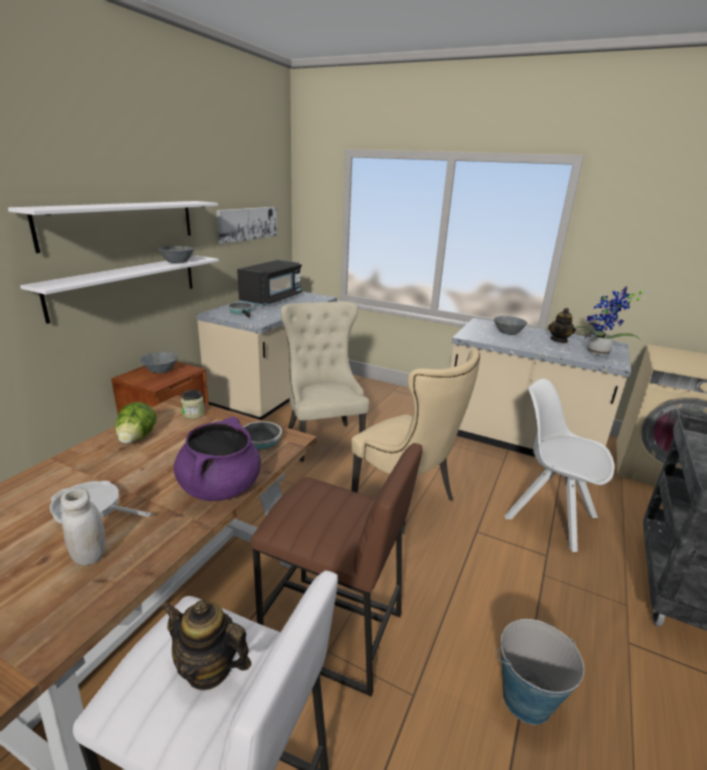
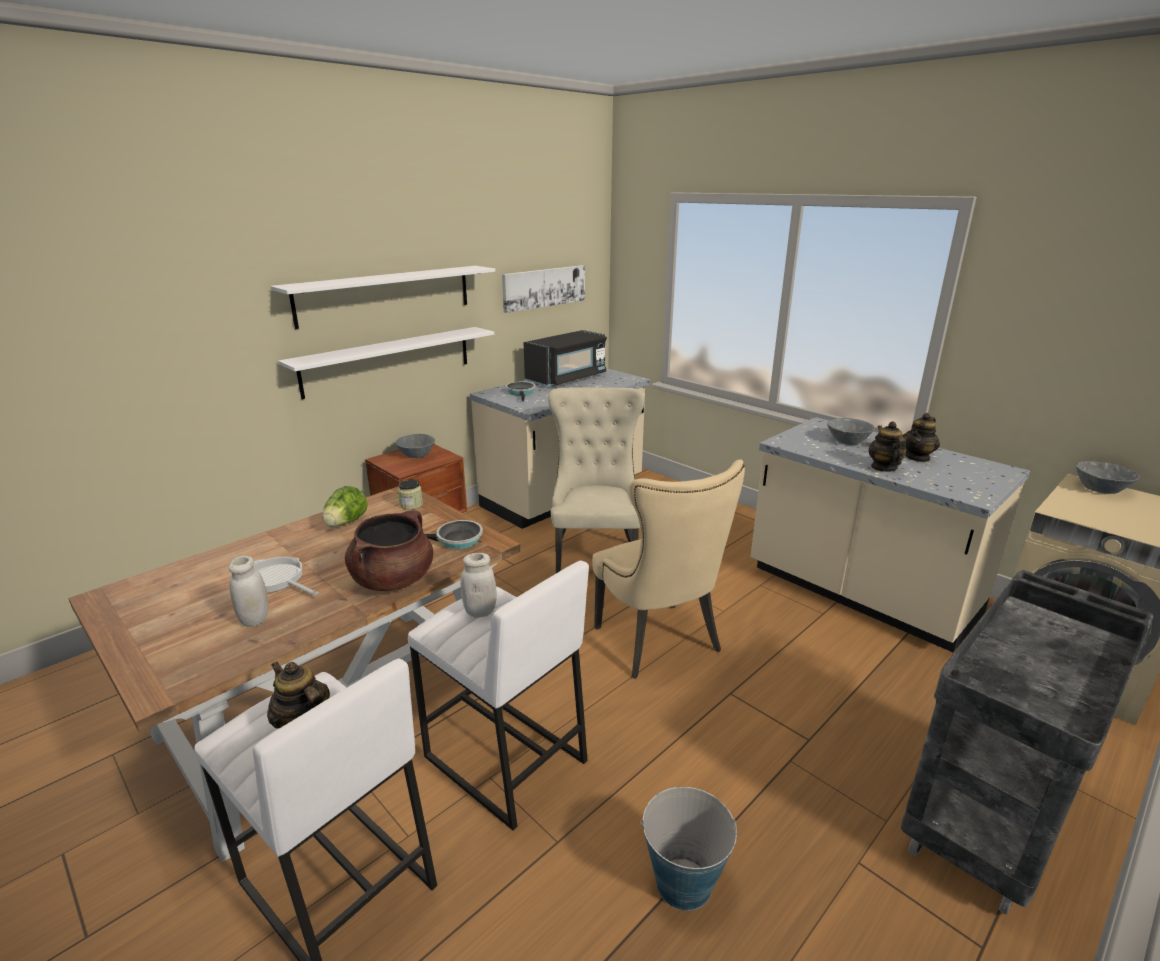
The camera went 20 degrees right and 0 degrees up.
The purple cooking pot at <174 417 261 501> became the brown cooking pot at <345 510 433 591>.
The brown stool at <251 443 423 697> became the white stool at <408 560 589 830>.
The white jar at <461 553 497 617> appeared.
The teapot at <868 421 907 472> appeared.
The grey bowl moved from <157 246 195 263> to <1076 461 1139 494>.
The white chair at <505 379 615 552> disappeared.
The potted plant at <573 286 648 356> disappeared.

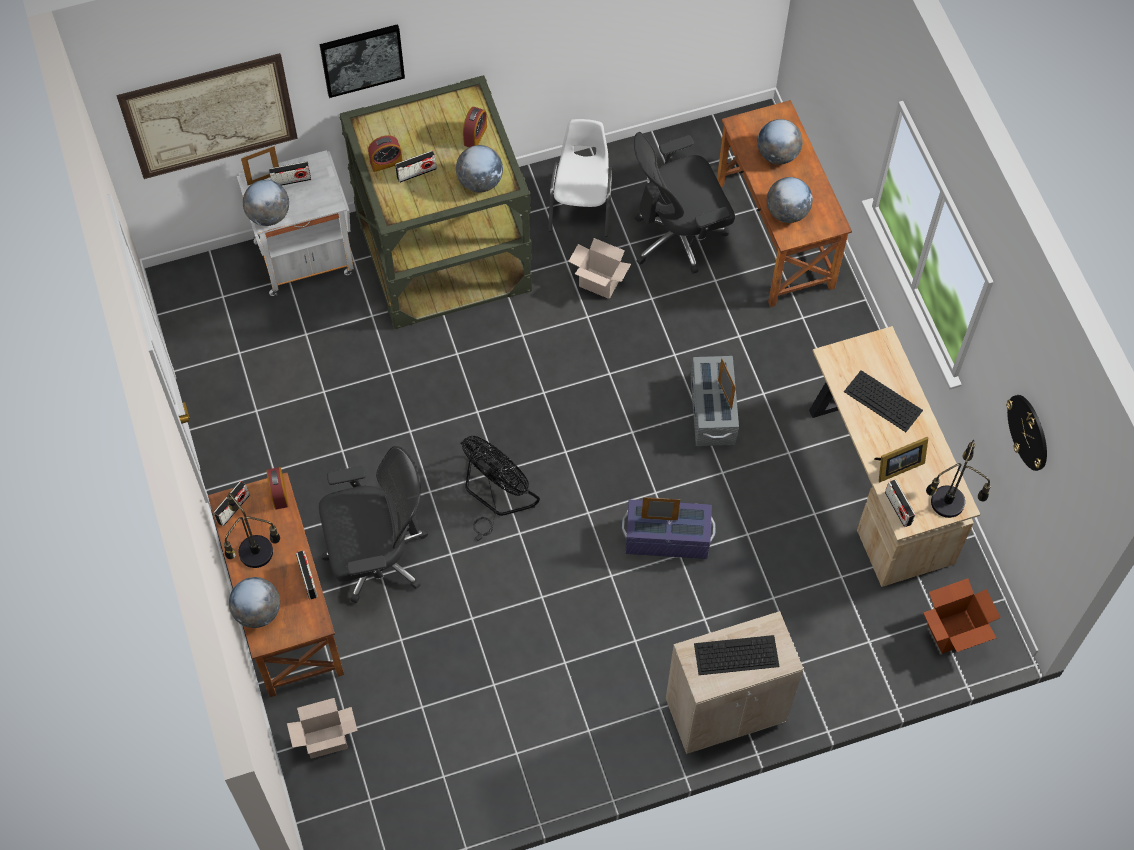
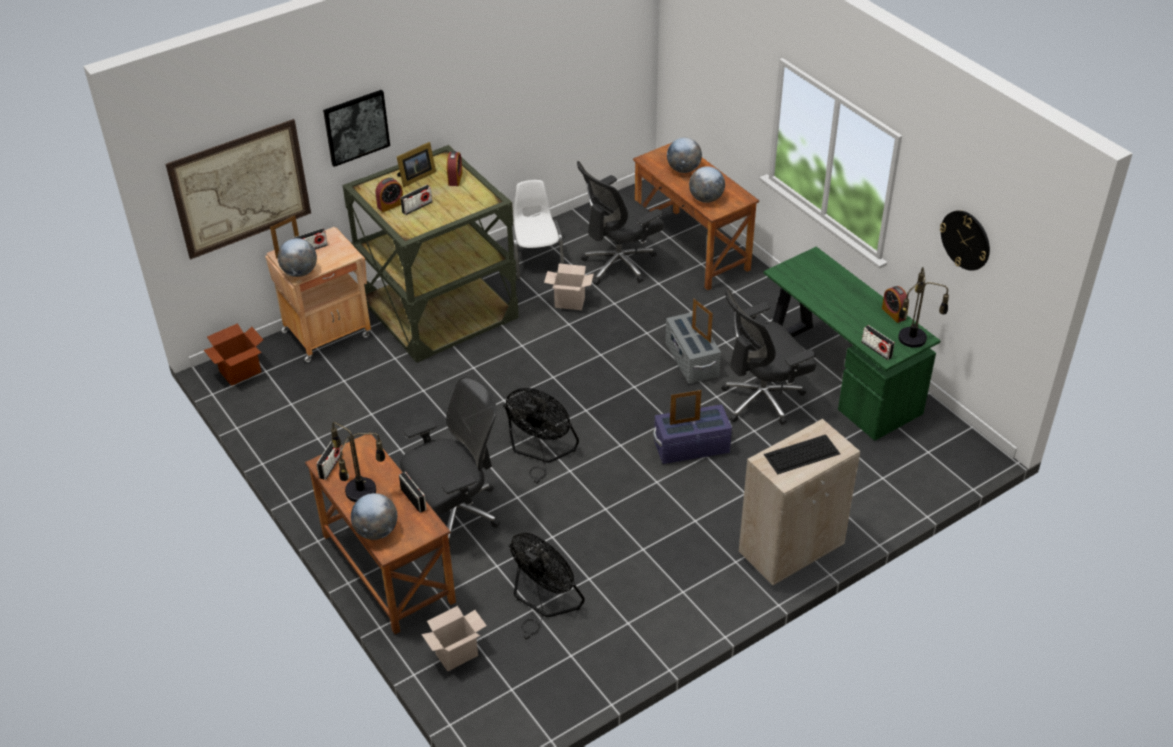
The camera went 15 degrees left and 20 degrees down.
The cardboard box moved from <923 578 1001 654> to <204 323 263 386>.
The white cart at <237 150 354 296> became the brown cart at <265 227 371 362>.
The picture frame moved from <874 437 928 482> to <397 142 436 187>.
The black fan at <508 533 585 639> appeared.
The office chair at <721 288 816 425> appeared.
The beige desk at <809 326 980 587> became the green desk at <764 247 941 441>.
The alarm clock moved from <267 467 289 509> to <882 286 909 323>.
The globe at <456 145 503 193> disappeared.
The keyboard at <844 370 923 432> disappeared.

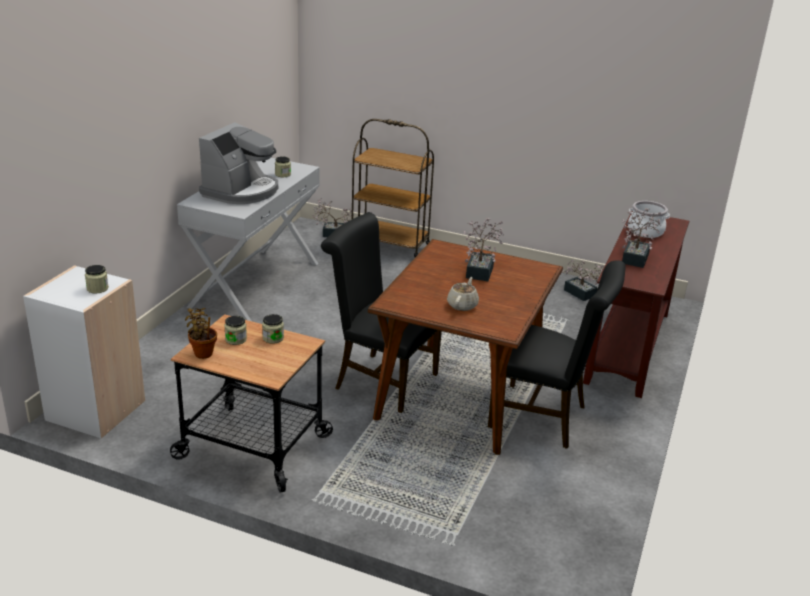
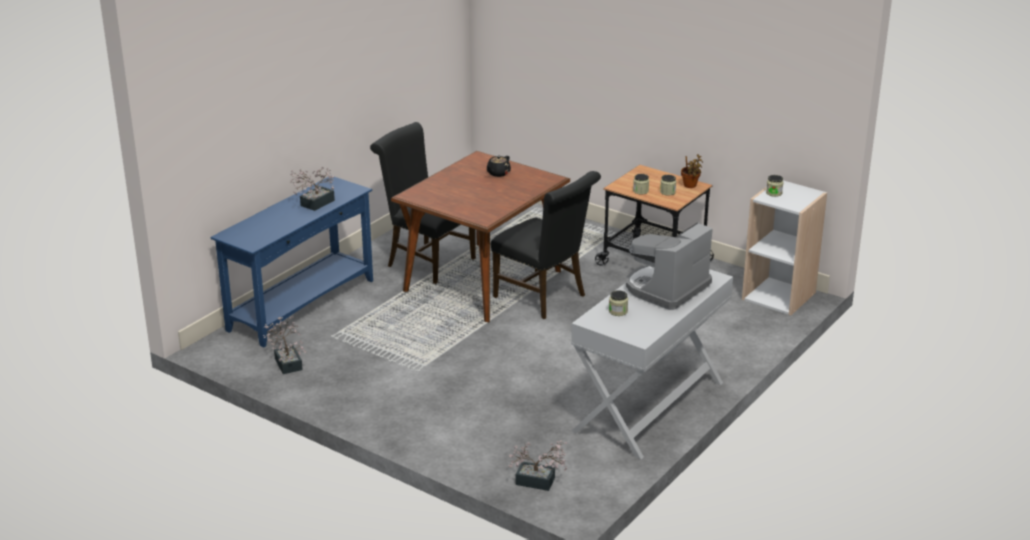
The camera went 165 degrees left and 0 degrees up.
The brown console table at <583 211 689 398> became the blue console table at <210 177 373 347>.
The beige teapot at <447 277 479 311> became the black teapot at <487 155 511 177>.
The brown cart at <352 119 434 257> disappeared.
The potted plant at <463 218 504 281> disappeared.
The cooking pot at <628 201 670 238> disappeared.

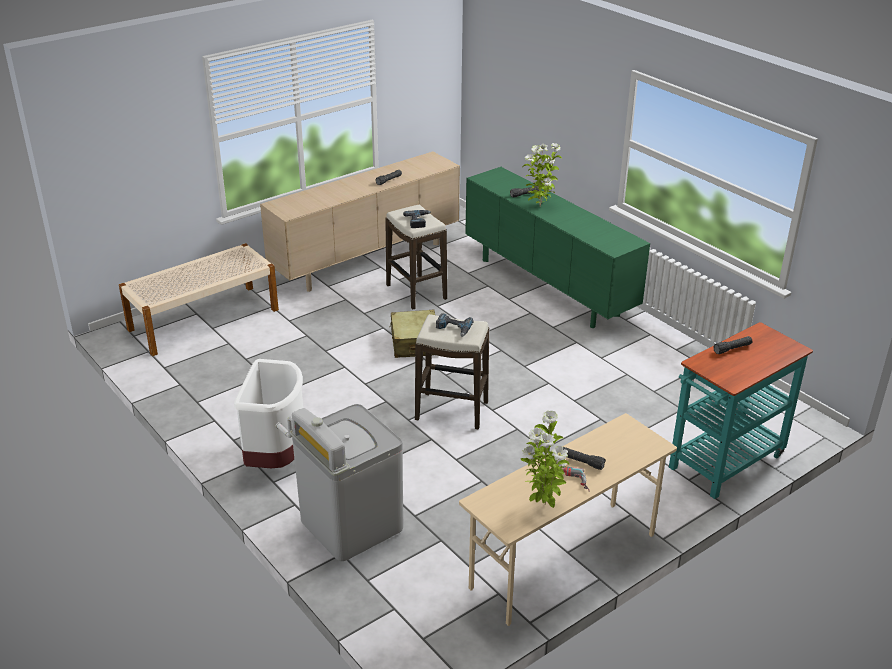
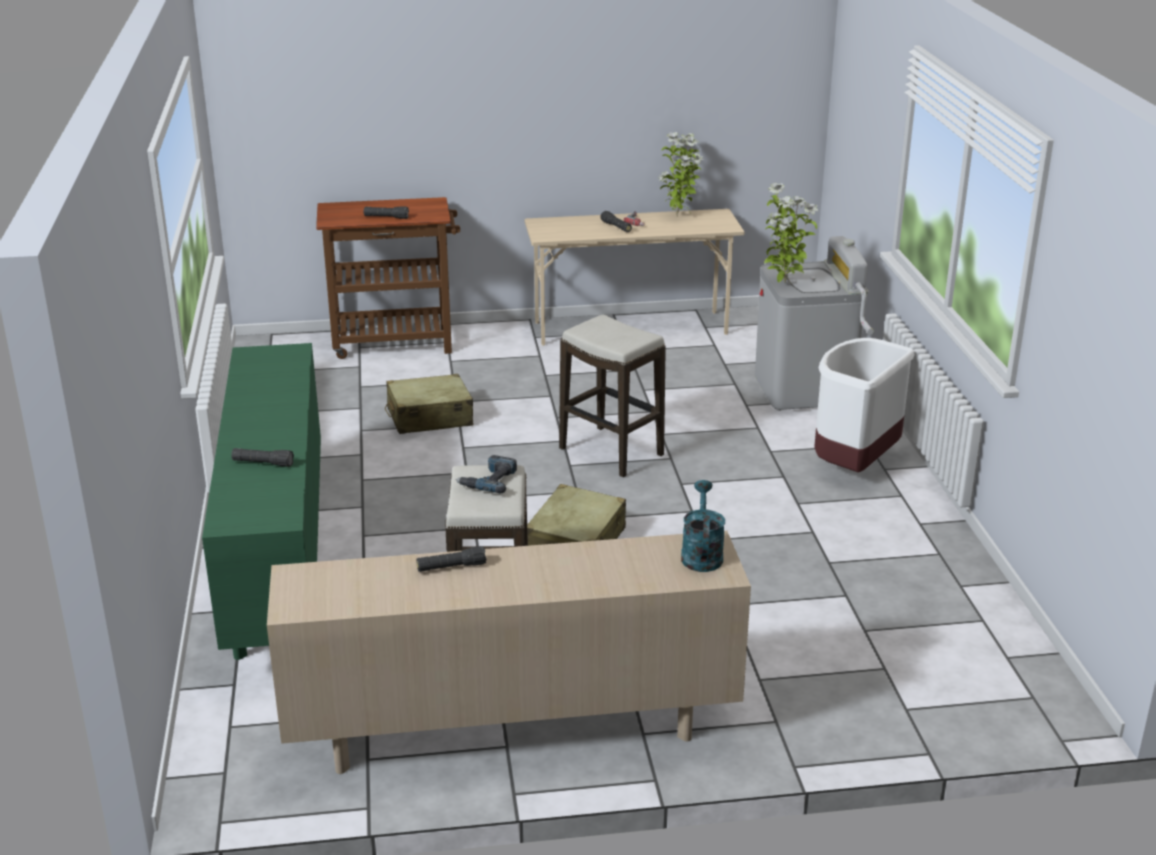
The camera went 150 degrees left and 5 degrees down.
The turquoise cart at <669 322 813 499> became the brown cart at <316 197 460 359>.
The beige suitcase at <385 374 473 434> appeared.
The turquoise watering can at <681 480 725 572> appeared.
The potted plant moved from <522 143 562 206> to <764 183 818 283>.
The beige bench at <119 243 279 357> disappeared.
The power drill at <436 313 474 337> disappeared.

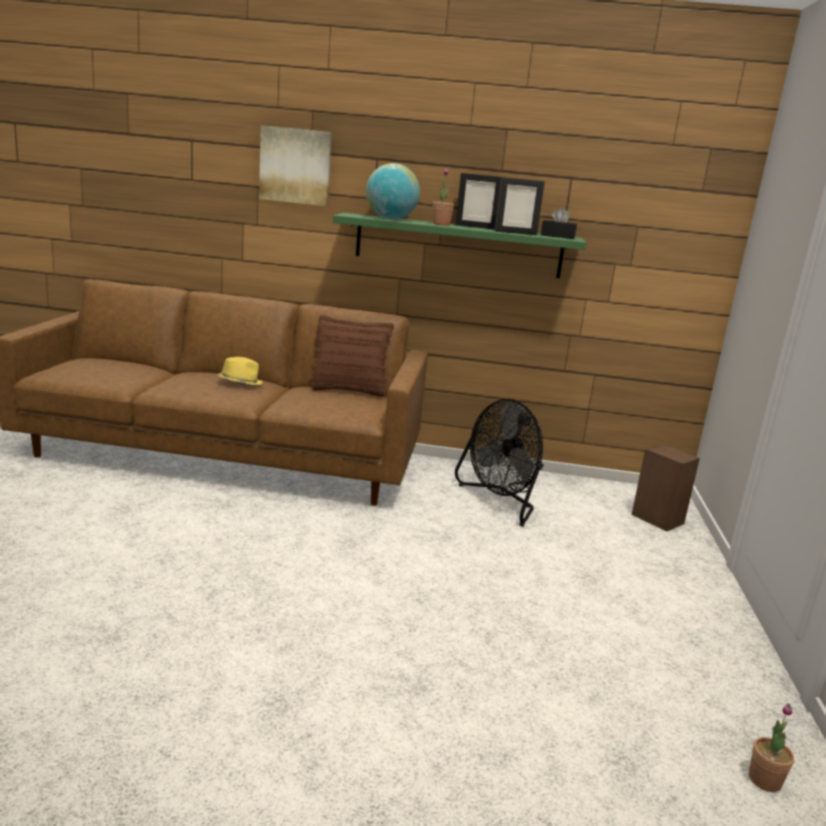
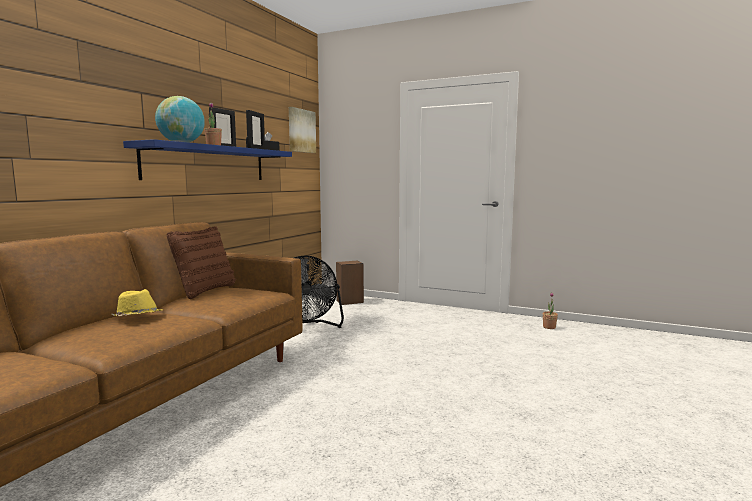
The camera went 70 degrees left and 10 degrees down.
The green shelf at <333 213 587 278> became the blue shelf at <123 139 292 180>.
The picture moved from <259 125 332 206> to <289 107 316 153>.

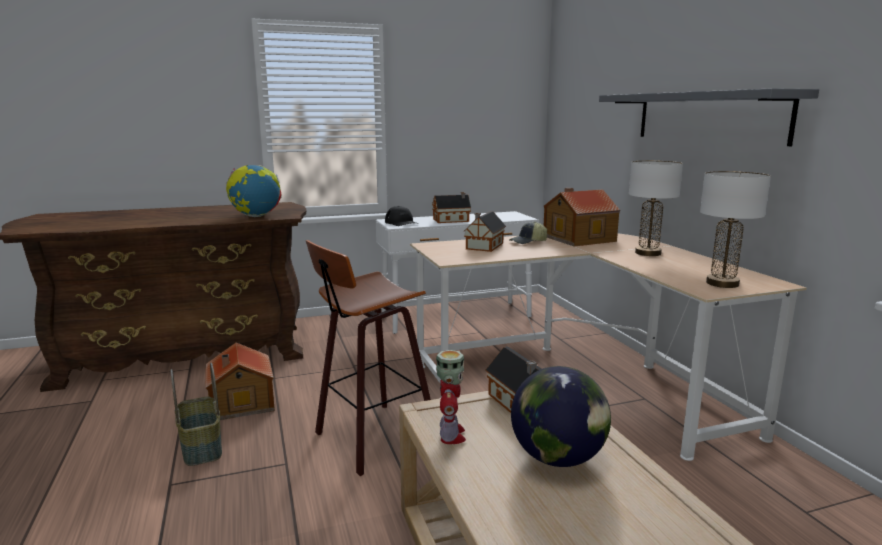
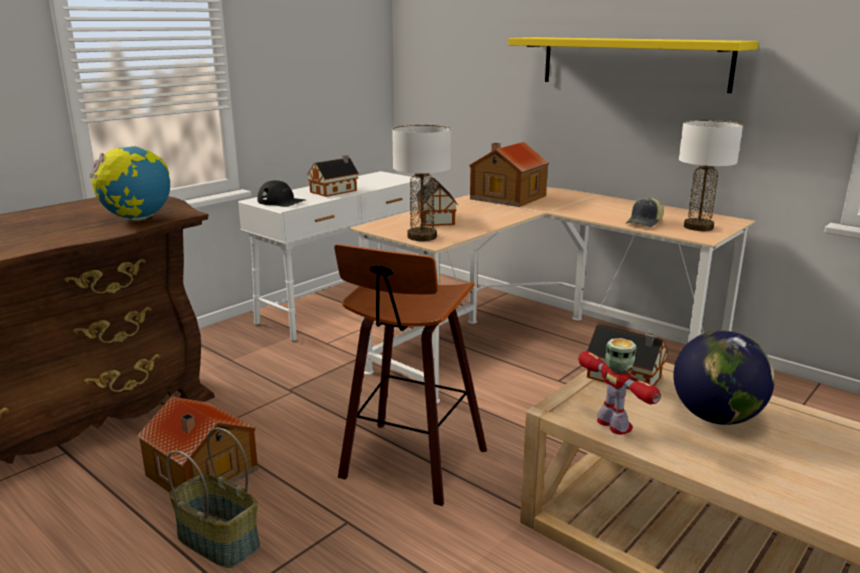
The camera went 30 degrees left and 5 degrees up.
The table lamp moved from <629 161 683 256> to <392 125 451 241>.
The grey shelf at <599 88 819 146> became the yellow shelf at <508 37 759 93>.
The cap moved from <509 222 547 244> to <626 197 663 227>.

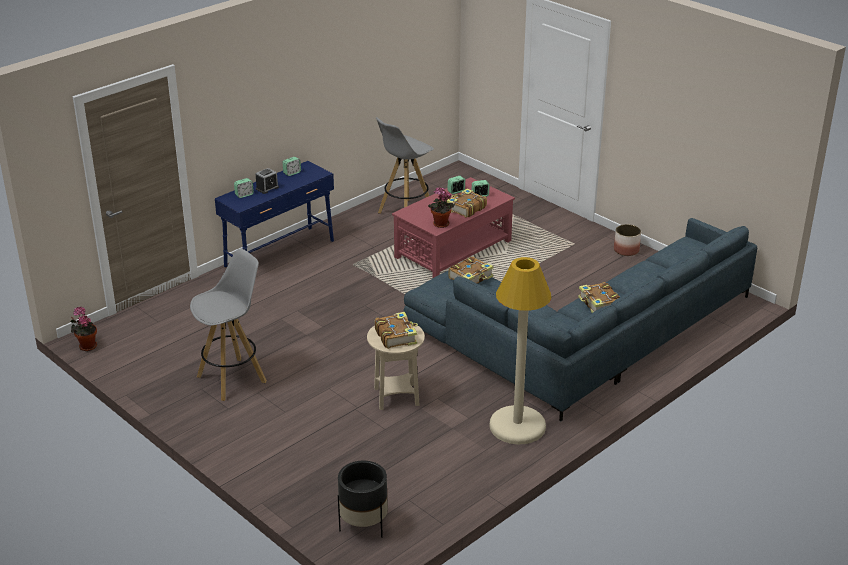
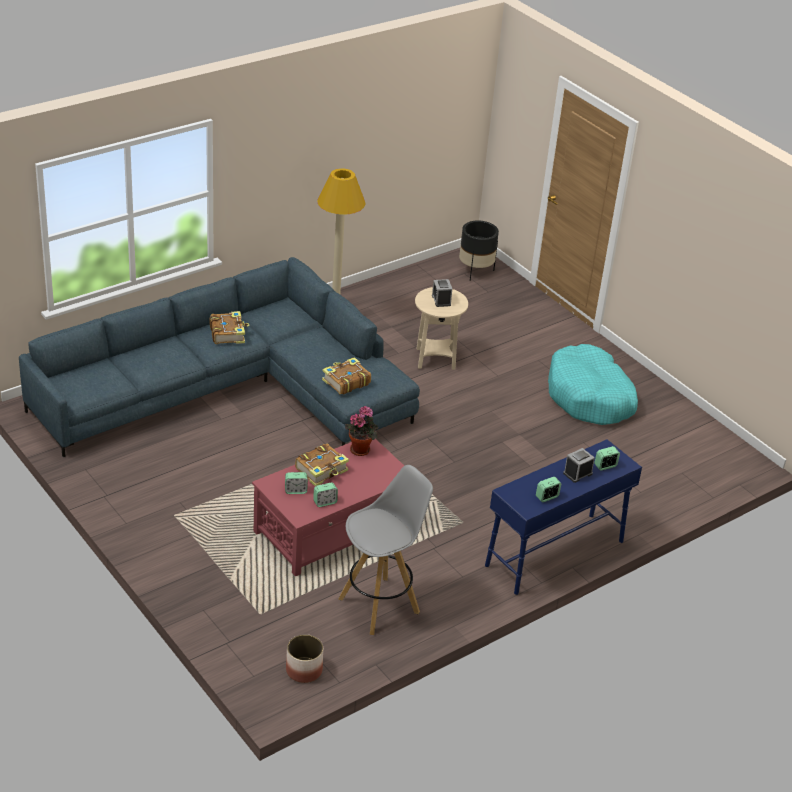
The camera went 175 degrees left and 5 degrees up.
The planter moved from <614 224 641 256> to <286 634 323 683>.
The book at <375 312 418 349> was replaced by the alarm clock at <432 279 452 307>.
The grey stool at <190 249 267 401> was replaced by the turquoise dog bed at <548 344 638 425>.
The potted plant at <70 307 97 351> disappeared.

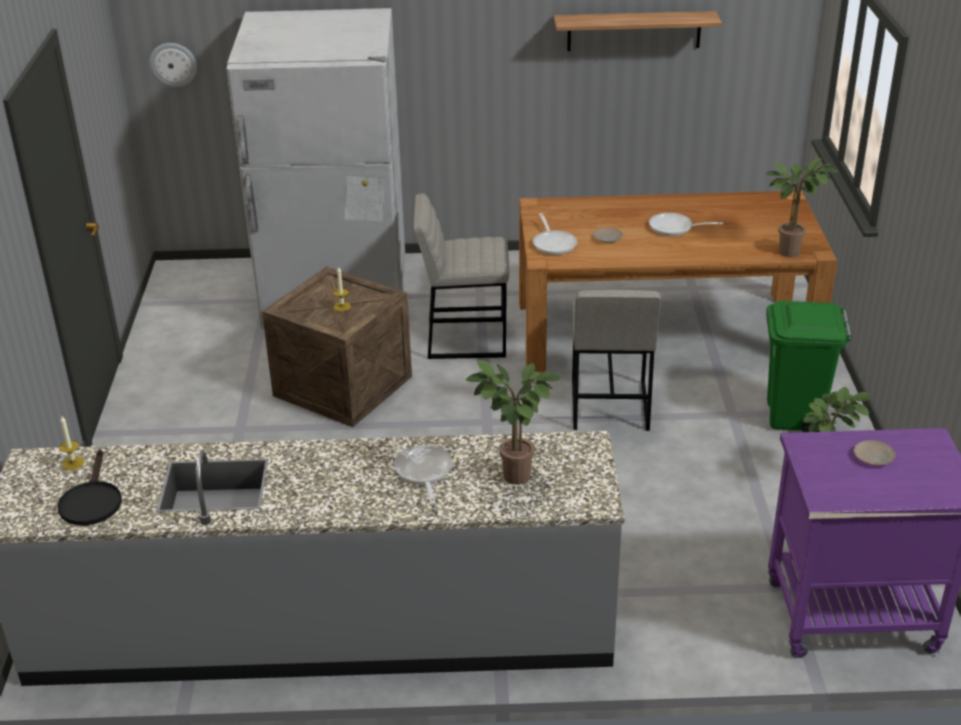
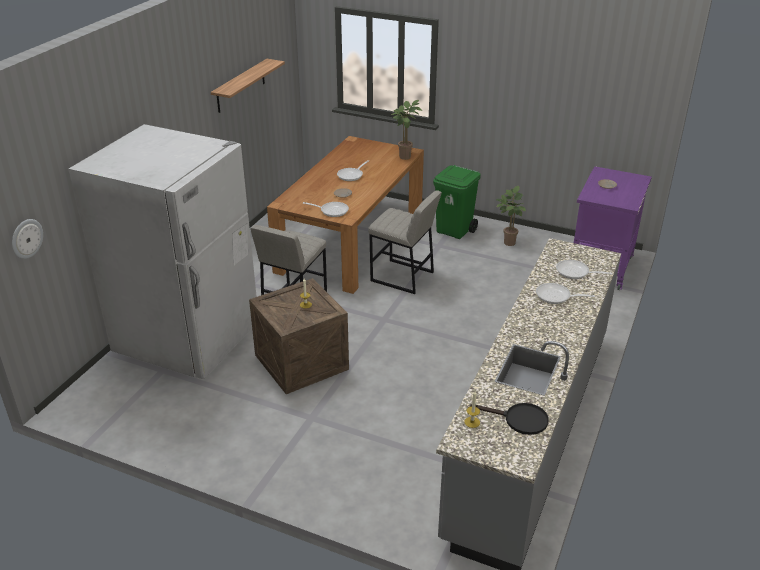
The camera went 65 degrees left and 0 degrees up.
The potted plant at <466 360 562 485> was replaced by the frying pan at <556 260 613 279>.

